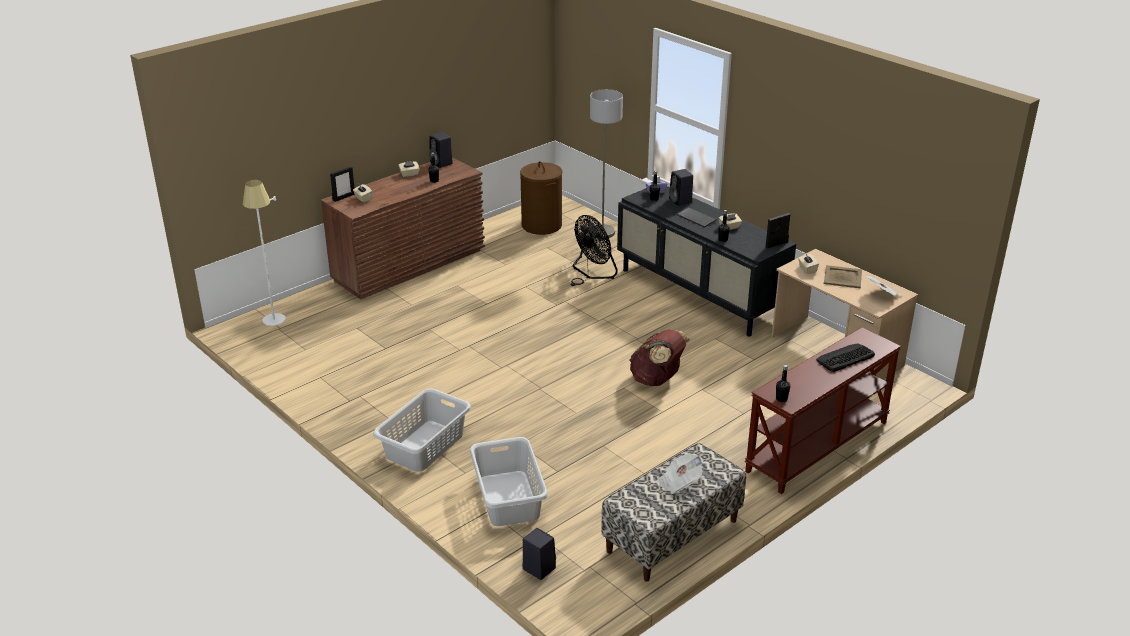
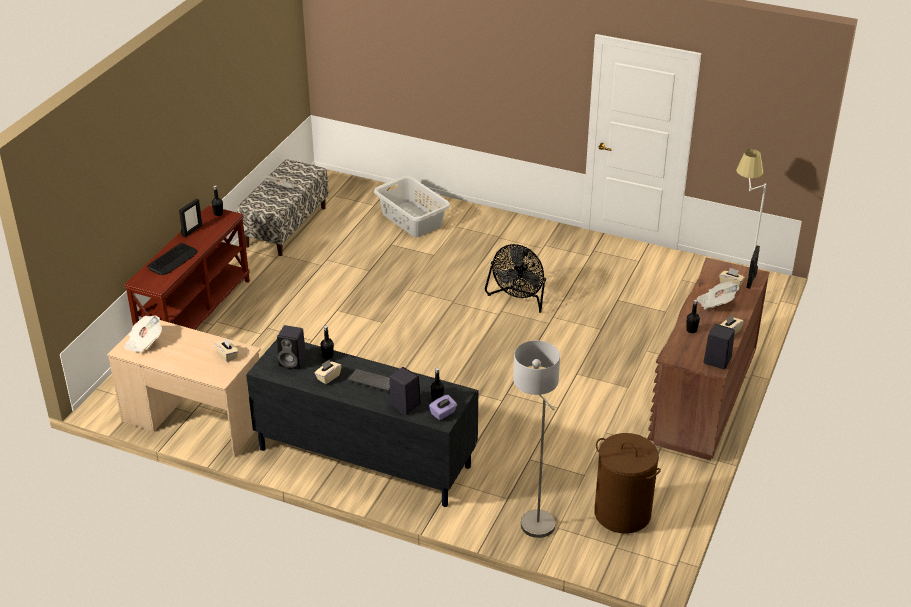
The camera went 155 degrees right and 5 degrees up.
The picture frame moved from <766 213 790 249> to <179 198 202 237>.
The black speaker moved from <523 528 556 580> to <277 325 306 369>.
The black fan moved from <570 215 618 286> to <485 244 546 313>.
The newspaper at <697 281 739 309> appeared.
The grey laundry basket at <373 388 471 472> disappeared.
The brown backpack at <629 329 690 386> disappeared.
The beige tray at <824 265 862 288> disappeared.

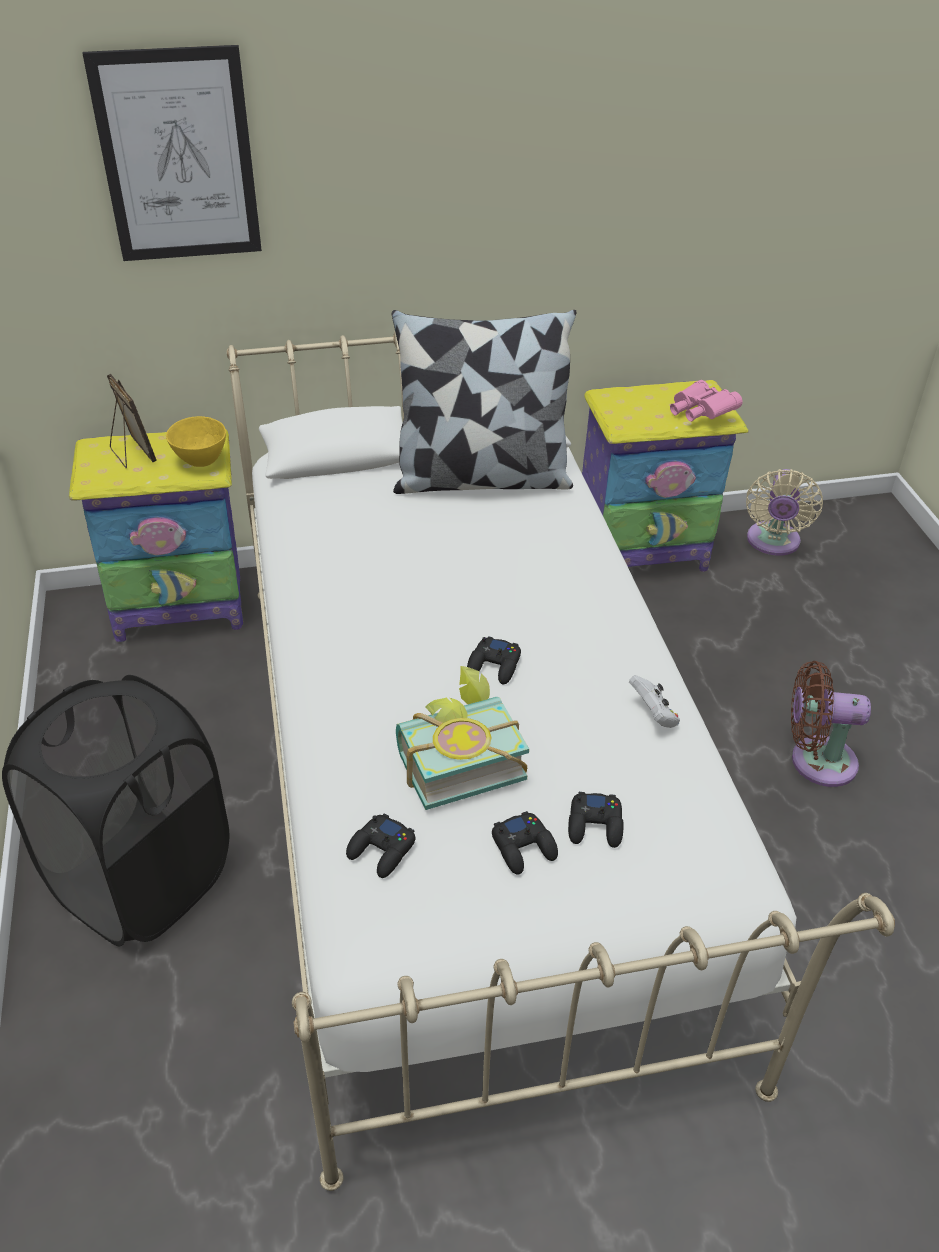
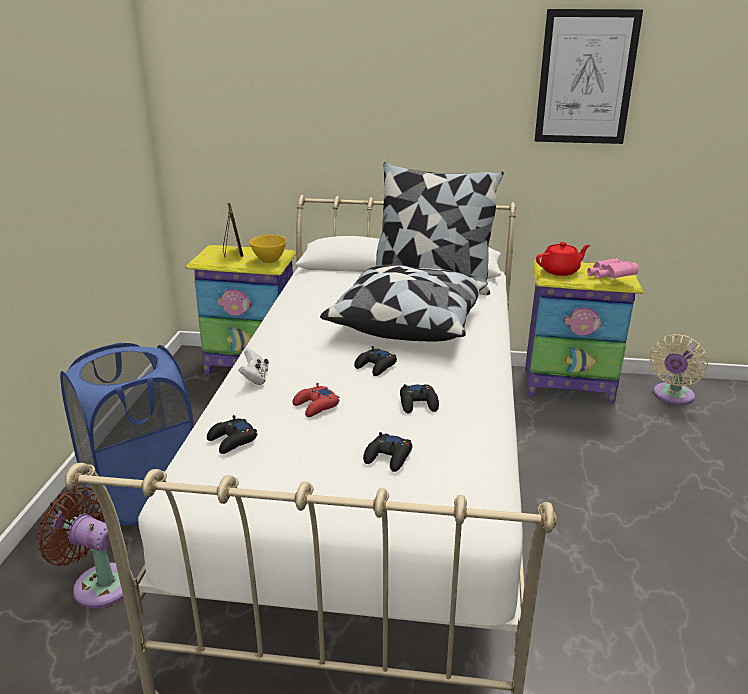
The camera went 20 degrees right and 15 degrees down.
The brown fan moved from <791 661 871 787> to <36 487 134 608>.
The black laundry basket at <2 675 230 946> became the blue laundry basket at <60 343 194 526>.
The white game controller moved from <629 675 680 728> to <239 348 269 385>.
The book at <396 666 529 810> was replaced by the red game controller at <292 383 340 417>.
The pillow at <320 265 488 342> appeared.
The black game controller moved from <492 811 558 875> to <400 384 439 413>.
The picture moved from <82 45 262 261> to <535 9 643 144>.
The red teapot at <536 242 590 276> appeared.

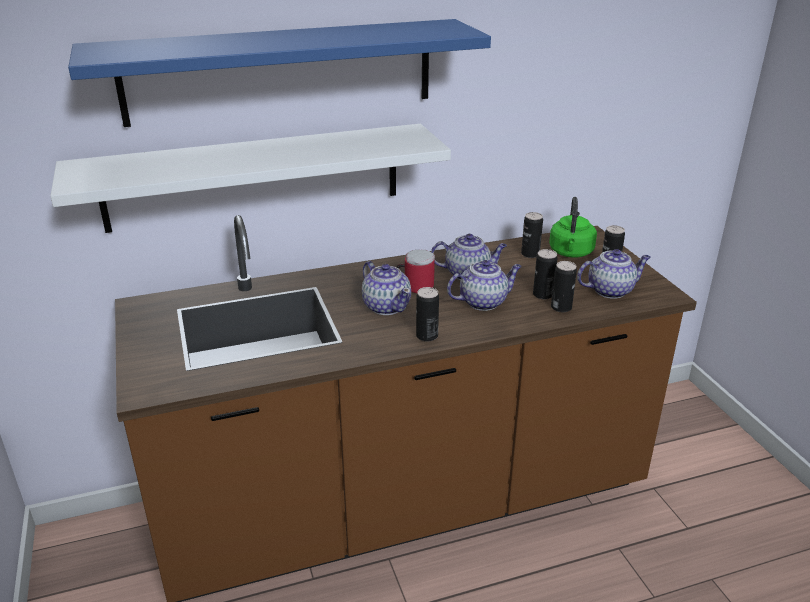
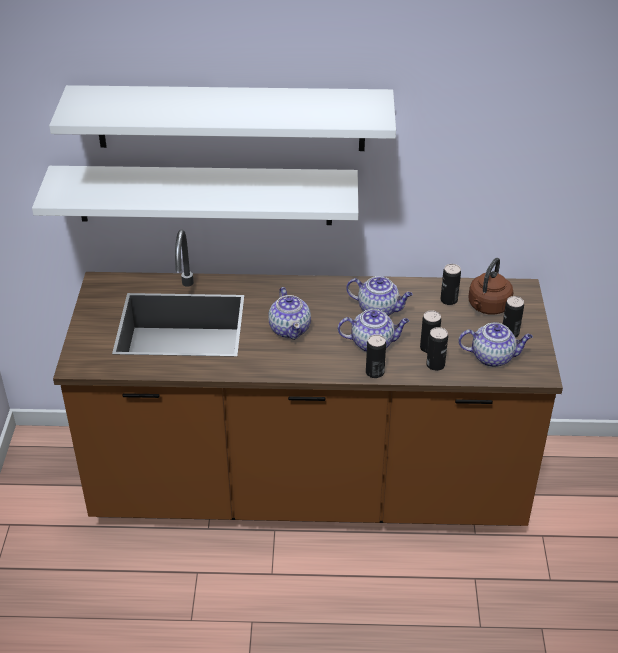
The camera went 20 degrees right and 10 degrees up.
The blue shelf at <68 19 491 127> became the white shelf at <49 85 396 151>.
The can moved from <416 287 439 342> to <366 334 386 378>.
The green kettle at <549 197 597 258> became the brown kettle at <468 258 513 315>.
The mug at <396 250 435 293> disappeared.

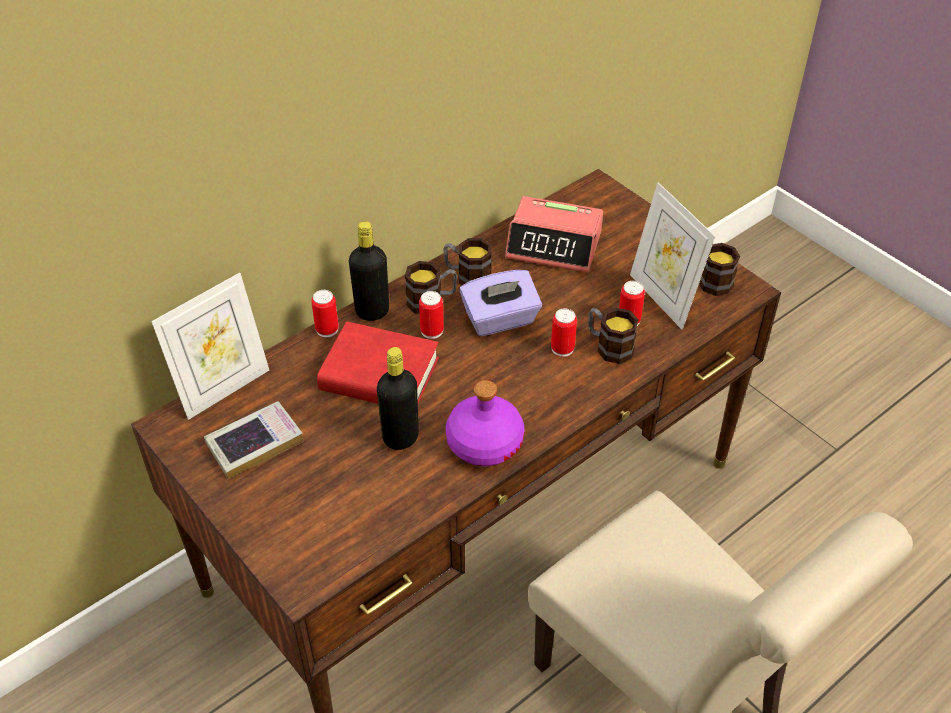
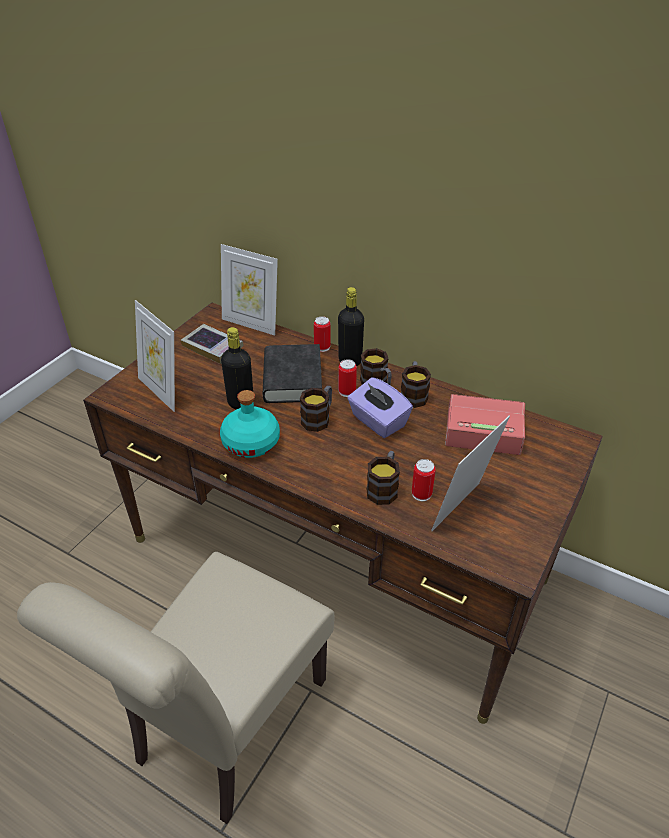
The camera went 70 degrees right and 5 degrees down.
The picture frame at <135 300 175 412> appeared.
The purple bottle at <446 380 524 466> became the turquoise bottle at <220 390 280 458>.
The red book at <317 321 439 404> became the black book at <263 344 322 403>.
The mug moved from <699 243 740 296> to <300 386 332 432>.
The alarm clock at <505 196 603 273> turned 105 degrees clockwise.
The can at <551 308 577 357> disappeared.

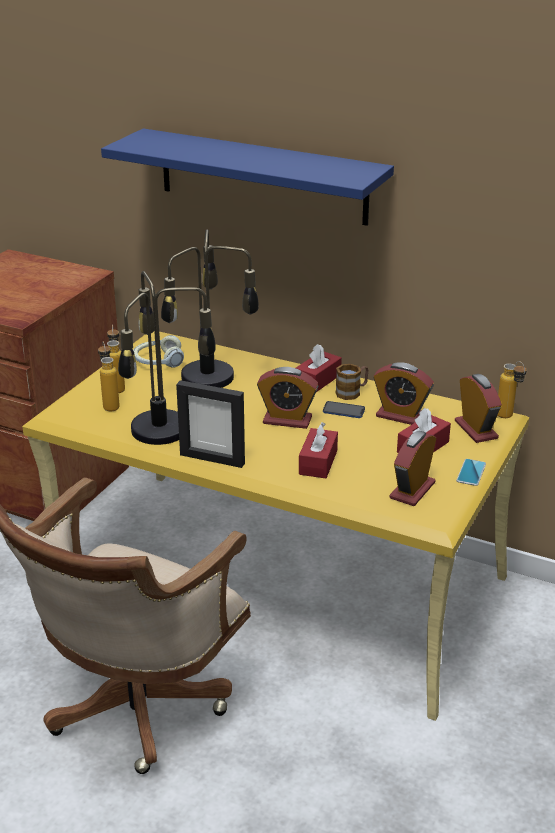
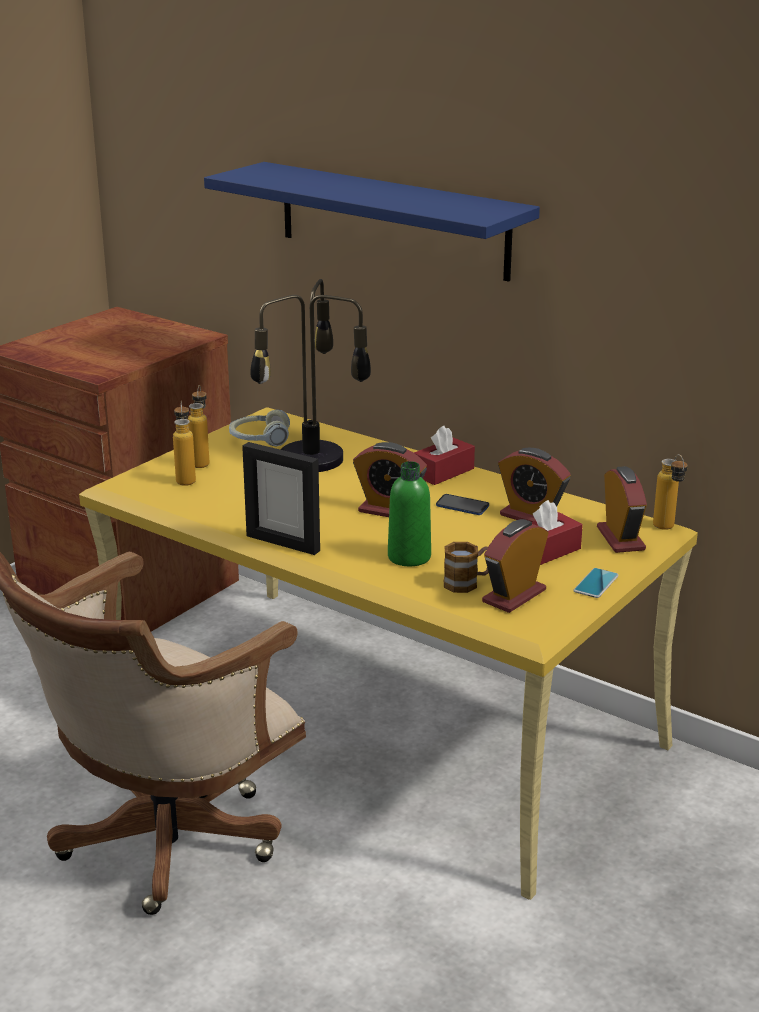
The camera went 10 degrees right and 5 degrees down.
The red tissue box at <299 422 338 478> was replaced by the green bottle at <388 461 431 566>.
The mug moved from <335 364 369 400> to <444 542 489 593>.
The table lamp at <118 271 216 445> disappeared.

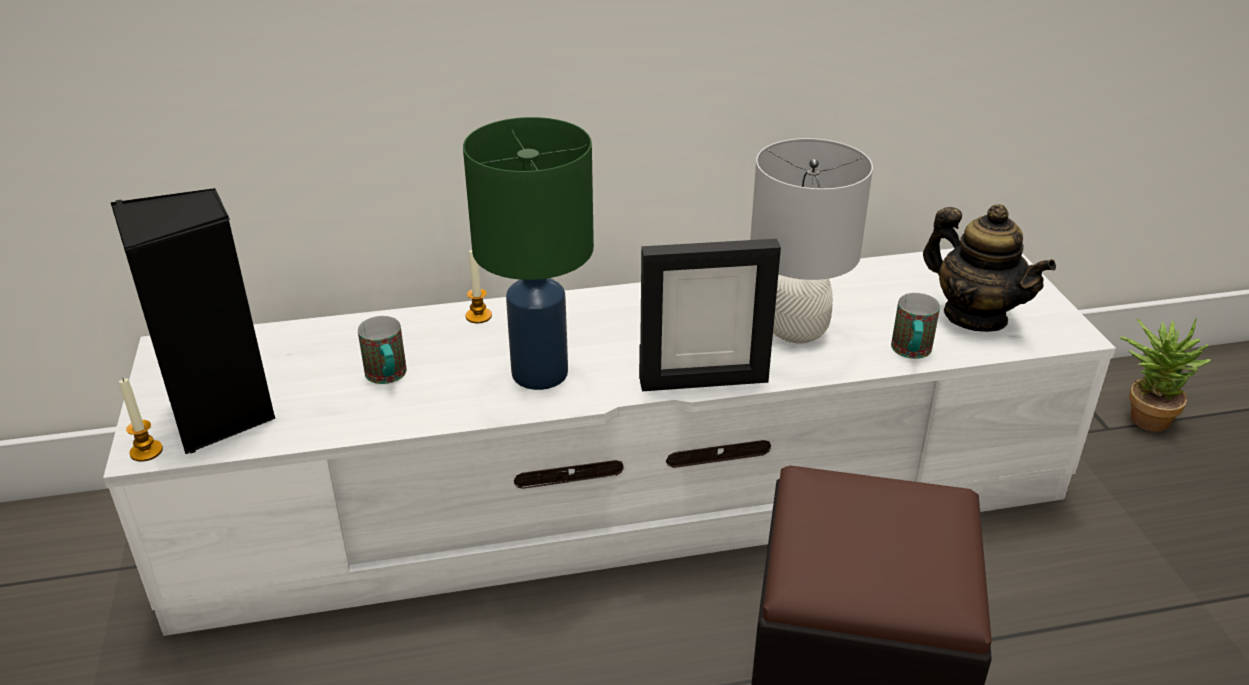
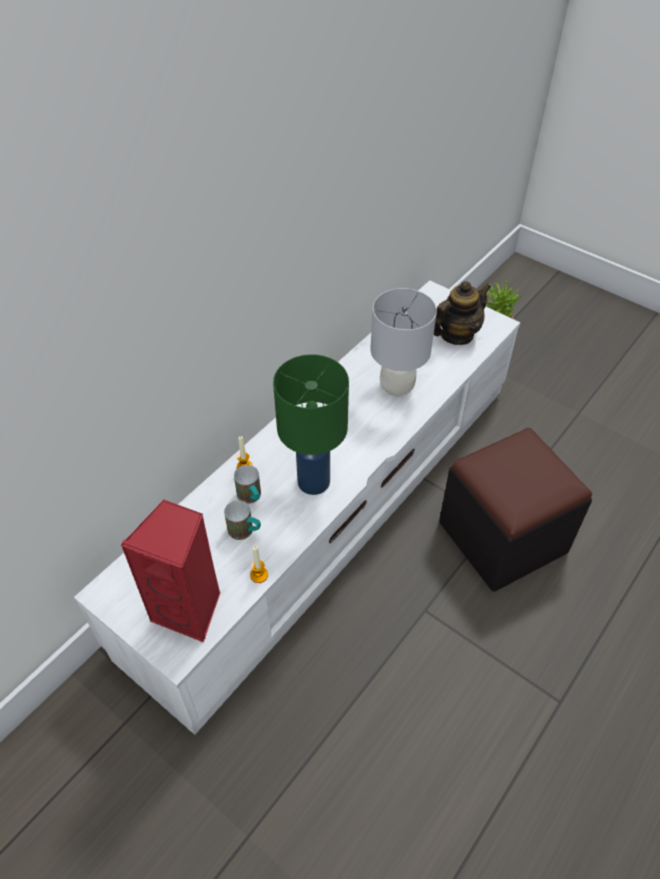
The camera went 40 degrees left and 15 degrees up.
The black speaker at <111 188 275 454> became the red speaker at <120 500 221 642>.
The mug moved from <891 293 940 359> to <234 465 261 504>.
The candle moved from <119 378 163 462> to <250 546 268 583>.
The teapot at <923 204 1056 332> turned 45 degrees counterclockwise.
The picture frame at <639 239 781 391> disappeared.

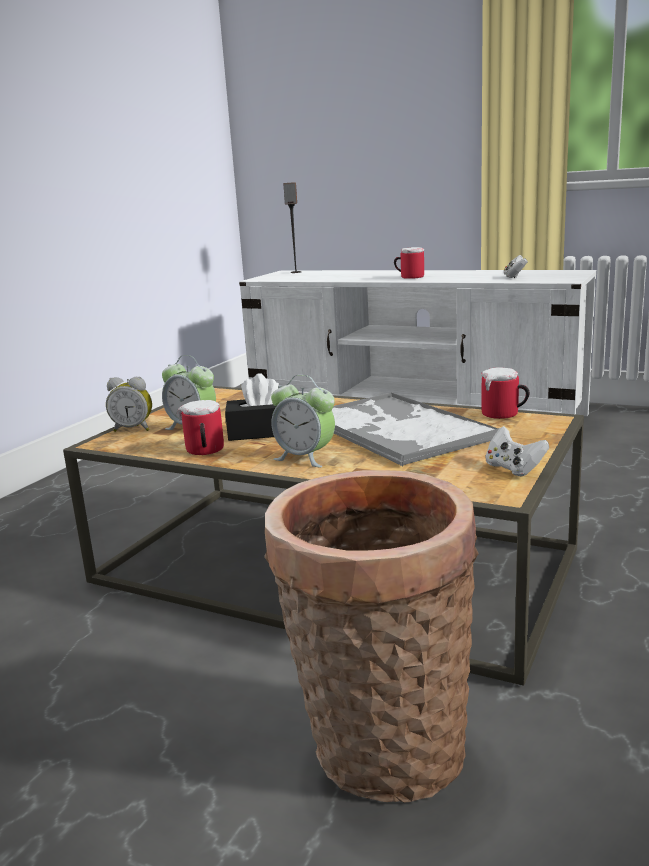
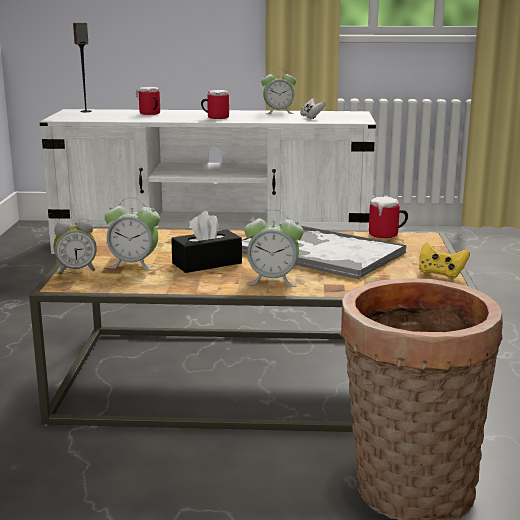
The camera went 25 degrees left and 0 degrees up.
The mug moved from <177 400 224 455> to <136 87 160 115>.
The alarm clock at <261 70 296 114> appeared.
The white game controller at <485 426 549 477> became the yellow game controller at <419 242 470 278>.

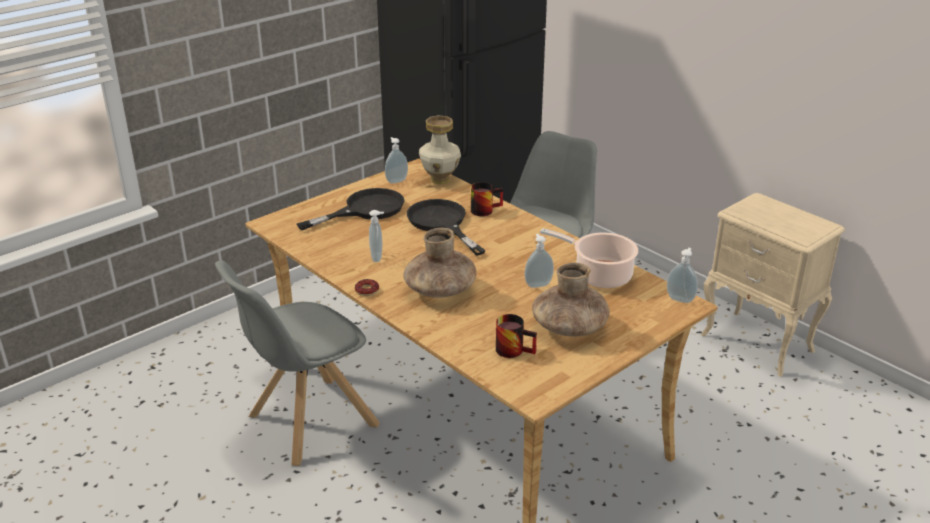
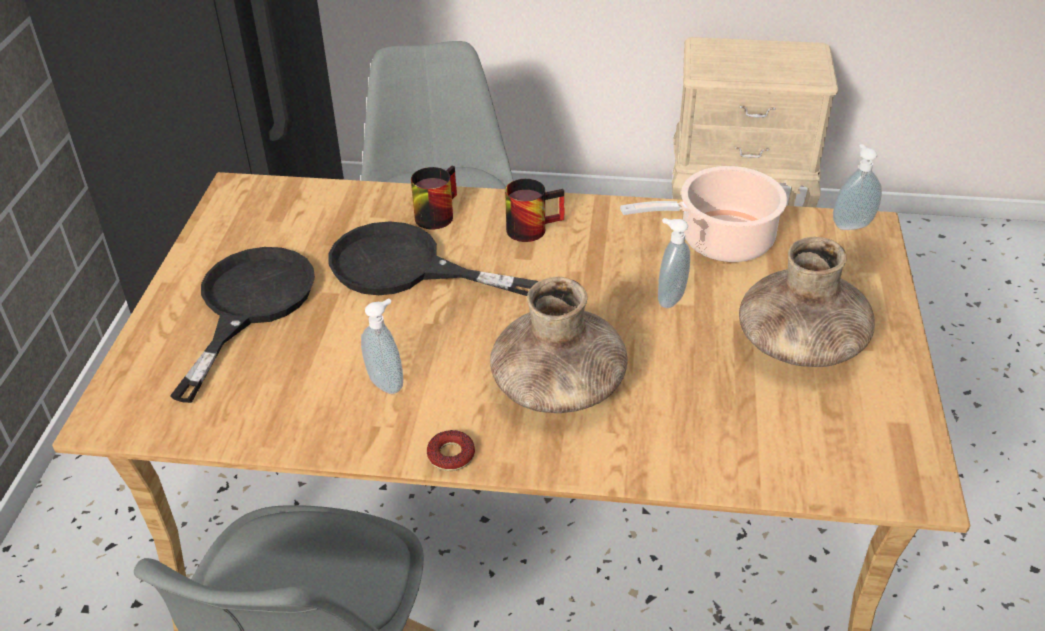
The camera went 40 degrees left and 10 degrees up.
The mug moved from <496 314 537 358> to <505 179 564 242>.
The soap dispenser at <385 137 408 184> disappeared.
The vase at <419 116 461 184> disappeared.

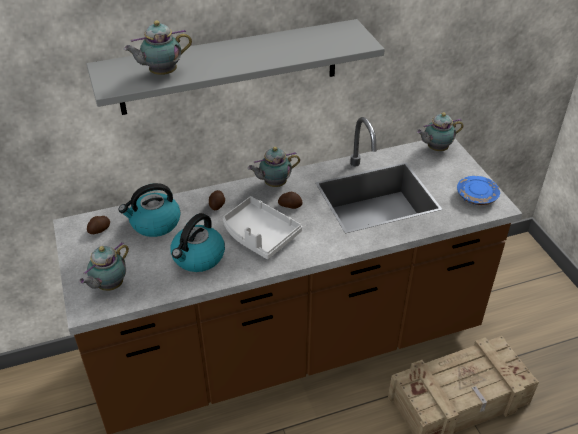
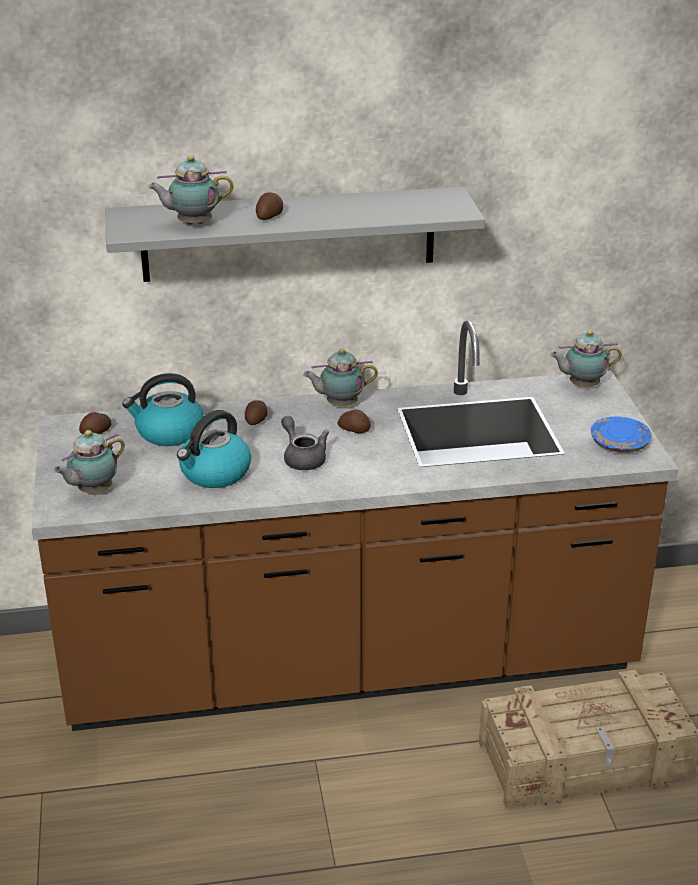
The camera went 10 degrees right and 10 degrees down.
The potato at <256 192 283 220> appeared.
The grey tray at <223 196 302 259> was replaced by the grey teapot at <281 416 329 470>.

